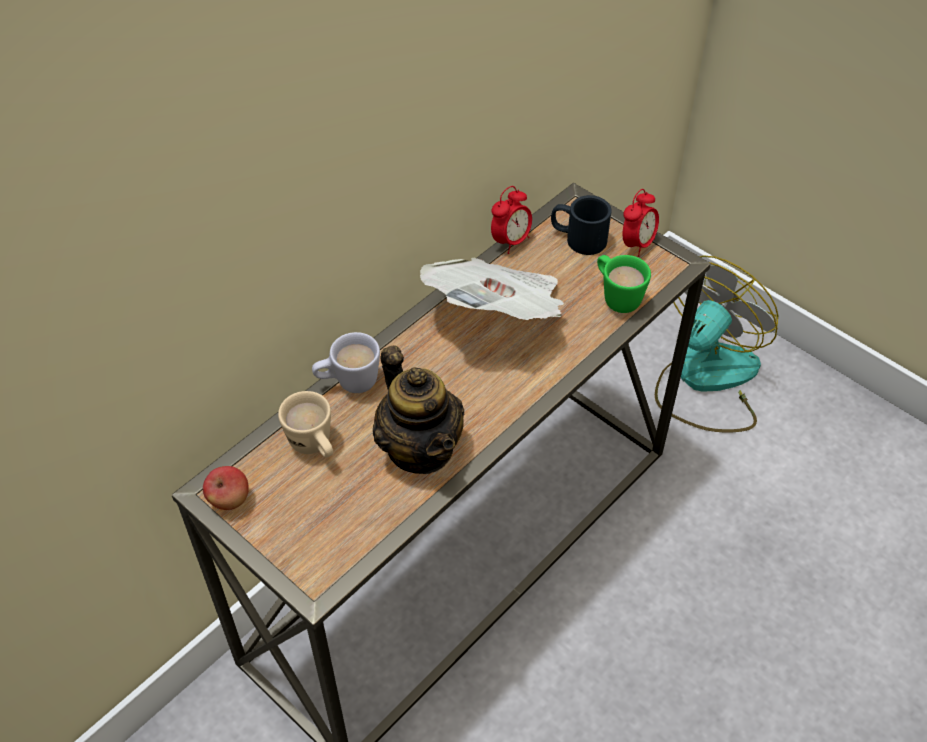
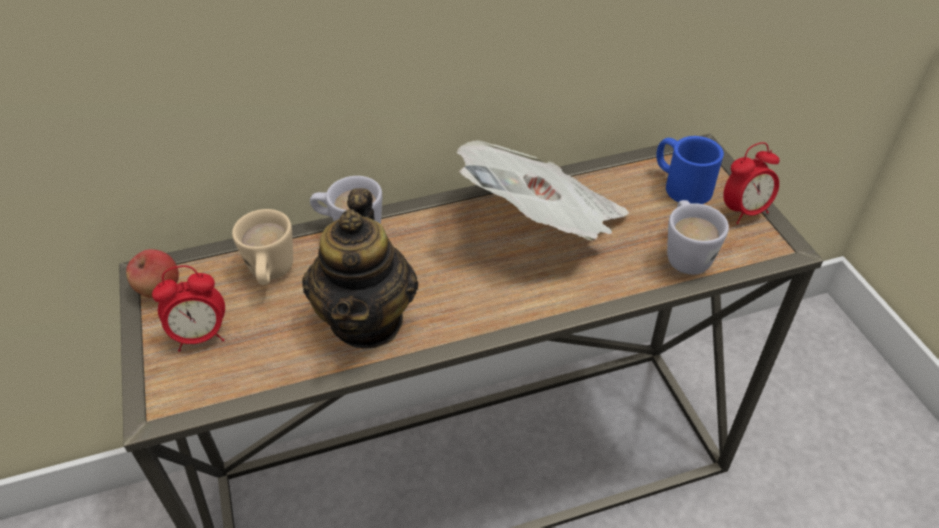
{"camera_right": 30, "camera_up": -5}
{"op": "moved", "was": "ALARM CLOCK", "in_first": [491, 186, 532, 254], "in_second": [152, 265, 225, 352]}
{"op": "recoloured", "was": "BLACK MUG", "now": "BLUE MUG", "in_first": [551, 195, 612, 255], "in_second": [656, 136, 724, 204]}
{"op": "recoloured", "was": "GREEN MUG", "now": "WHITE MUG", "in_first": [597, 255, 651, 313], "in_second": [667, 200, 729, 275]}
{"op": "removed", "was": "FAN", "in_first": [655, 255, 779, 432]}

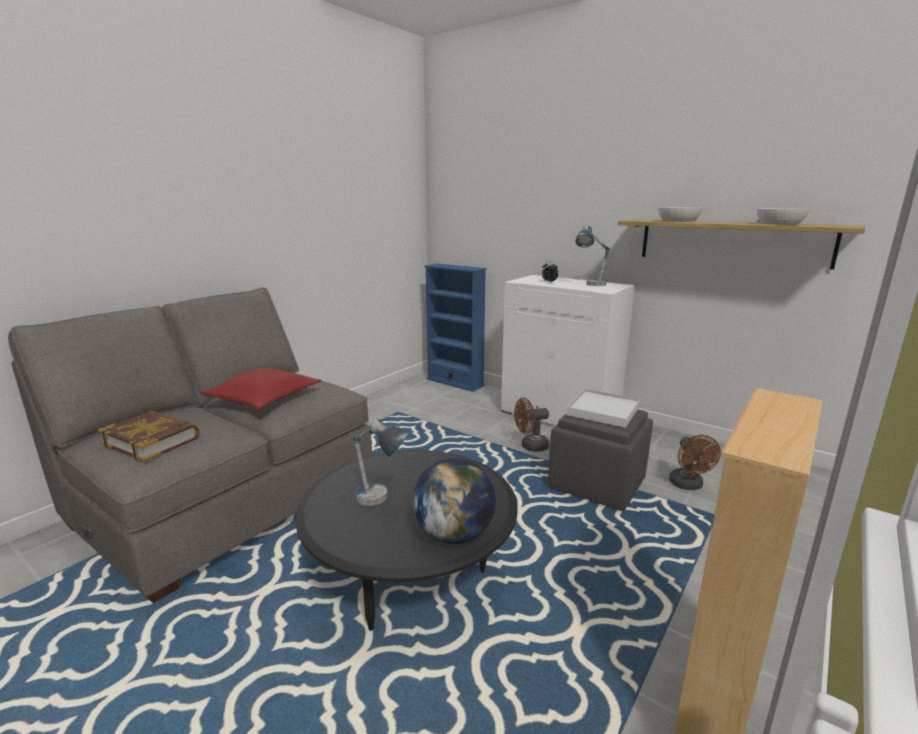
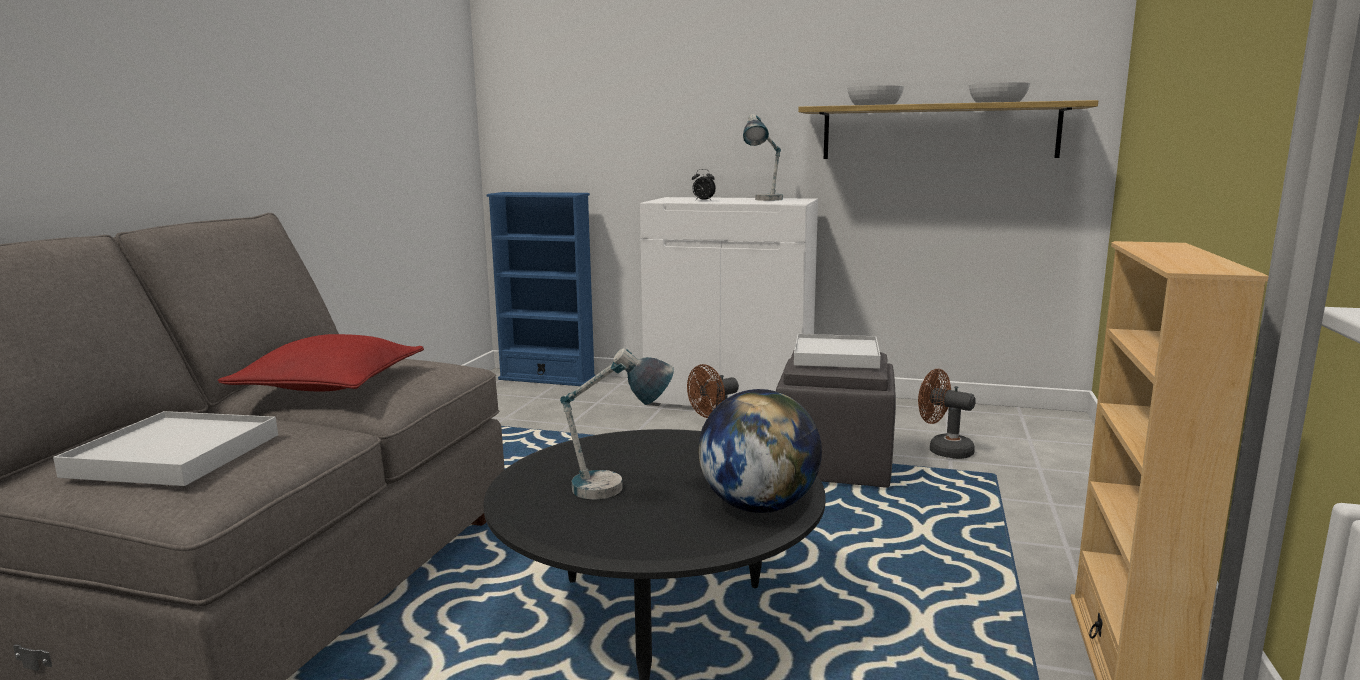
{"camera_right": -20, "camera_up": -5}
{"op": "replaced", "was": "BOOK", "now": "WHITE TRAY", "in_first": [97, 411, 200, 462], "in_second": [53, 411, 278, 486]}
{"op": "turned", "was": "BROWN FAN", "in_first": [669, 435, 721, 490], "in_second": [918, 369, 976, 459], "clockwise": 150}

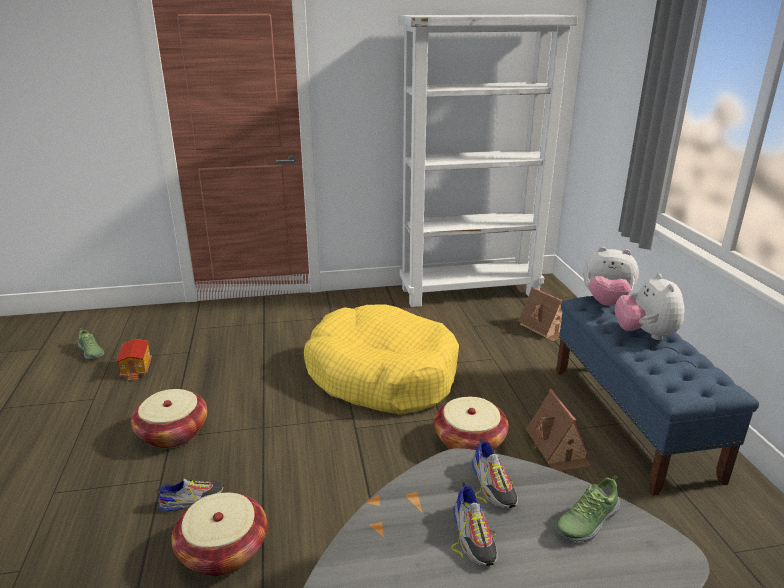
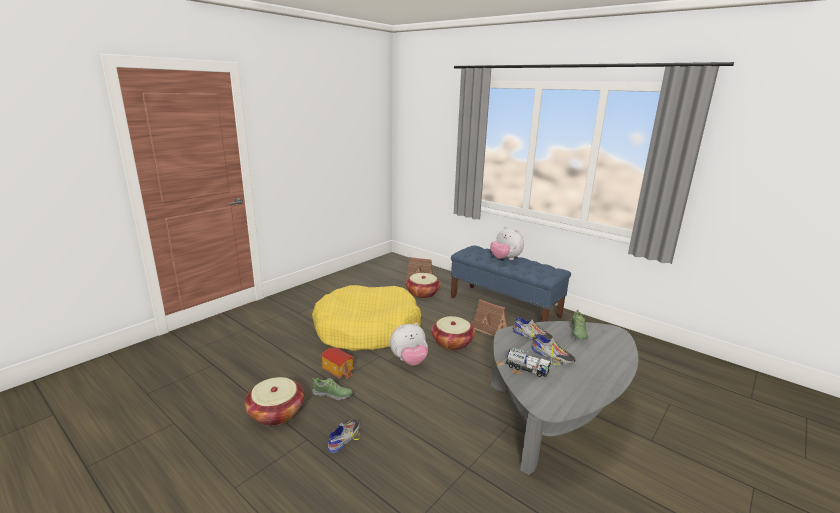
{"camera_right": -40, "camera_up": -5}
{"op": "moved", "was": "SHOE", "in_first": [78, 328, 104, 359], "in_second": [312, 378, 353, 400]}
{"op": "moved", "was": "TOY HOUSE", "in_first": [116, 339, 152, 380], "in_second": [321, 347, 355, 379]}
{"op": "moved", "was": "PLUSH TOY", "in_first": [583, 247, 639, 306], "in_second": [390, 323, 428, 366]}
{"op": "moved", "was": "BASKET", "in_first": [172, 493, 267, 576], "in_second": [406, 273, 441, 298]}
{"op": "added", "now": "TOY TRUCK", "in_second": [505, 348, 551, 377]}
{"op": "removed", "was": "WHITE BOOKCASE", "in_first": [399, 15, 578, 307]}

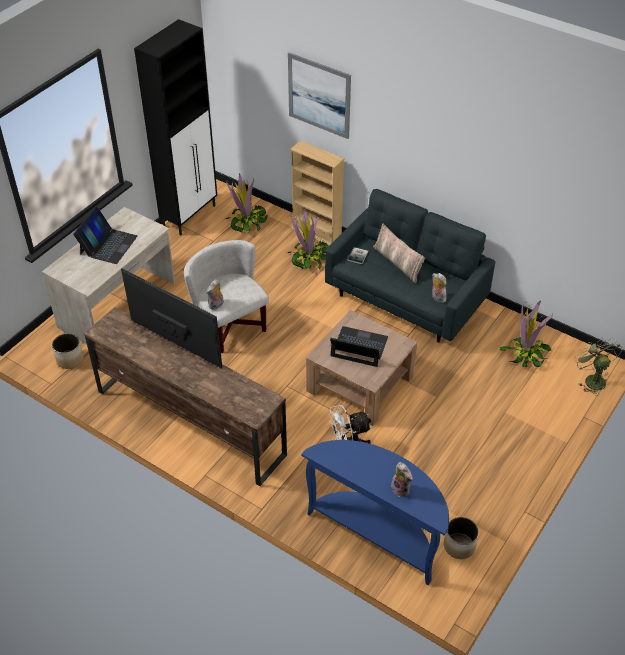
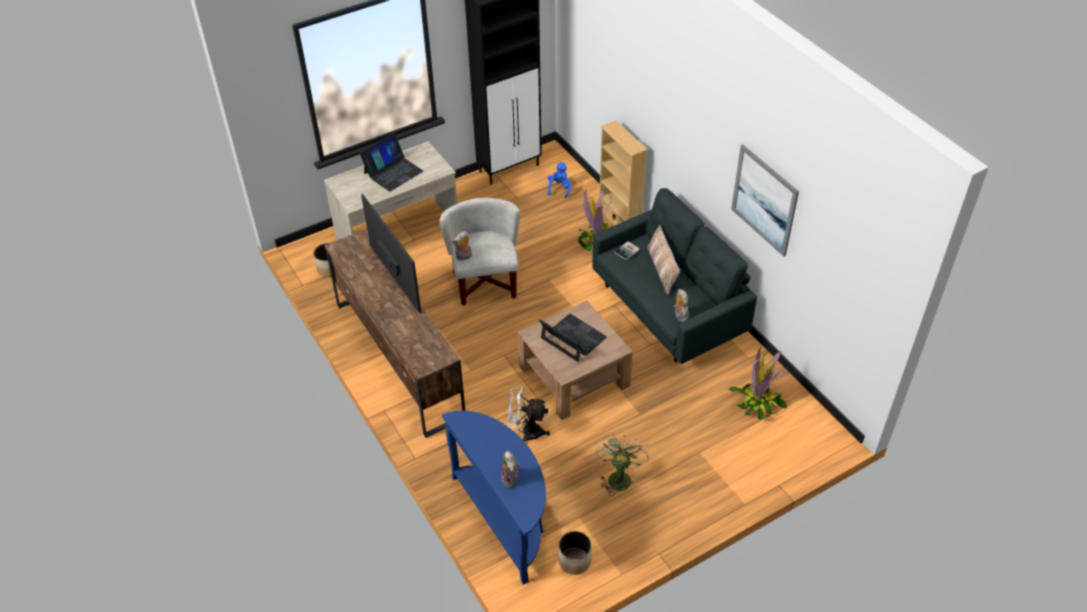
{"camera_right": 25, "camera_up": 0}
{"op": "replaced", "was": "POTTED PLANT", "now": "BLUE PLUSH TOY", "in_first": [226, 173, 268, 232], "in_second": [548, 162, 571, 198]}
{"op": "moved", "was": "GREEN FAN", "in_first": [574, 337, 622, 396], "in_second": [596, 434, 648, 496]}
{"op": "moved", "was": "PICTURE", "in_first": [288, 52, 351, 139], "in_second": [731, 144, 799, 257]}

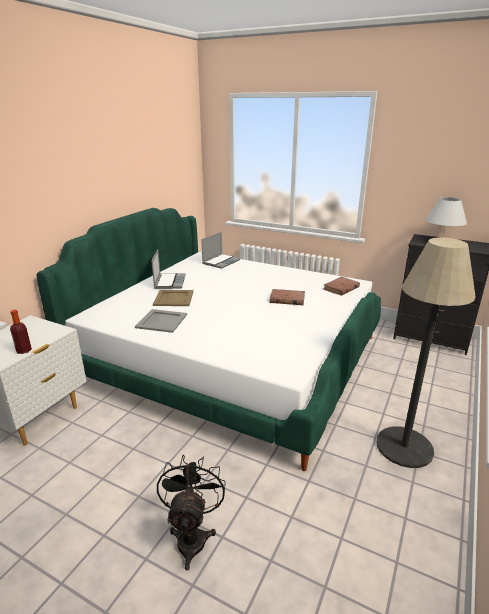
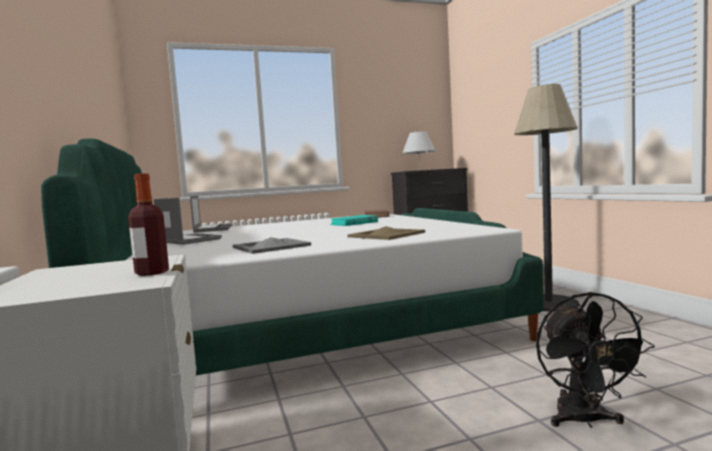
{"camera_right": -45, "camera_up": -20}
{"op": "recoloured", "was": "BROWN BOOK", "now": "TURQUOISE BOOK", "in_first": [270, 289, 305, 305], "in_second": [330, 215, 378, 226]}
{"op": "moved", "was": "BEIGE TRAY", "in_first": [153, 290, 193, 306], "in_second": [347, 226, 425, 240]}
{"op": "turned", "was": "BLACK FAN", "in_first": [157, 455, 226, 571], "in_second": [536, 292, 655, 428], "clockwise": -135}

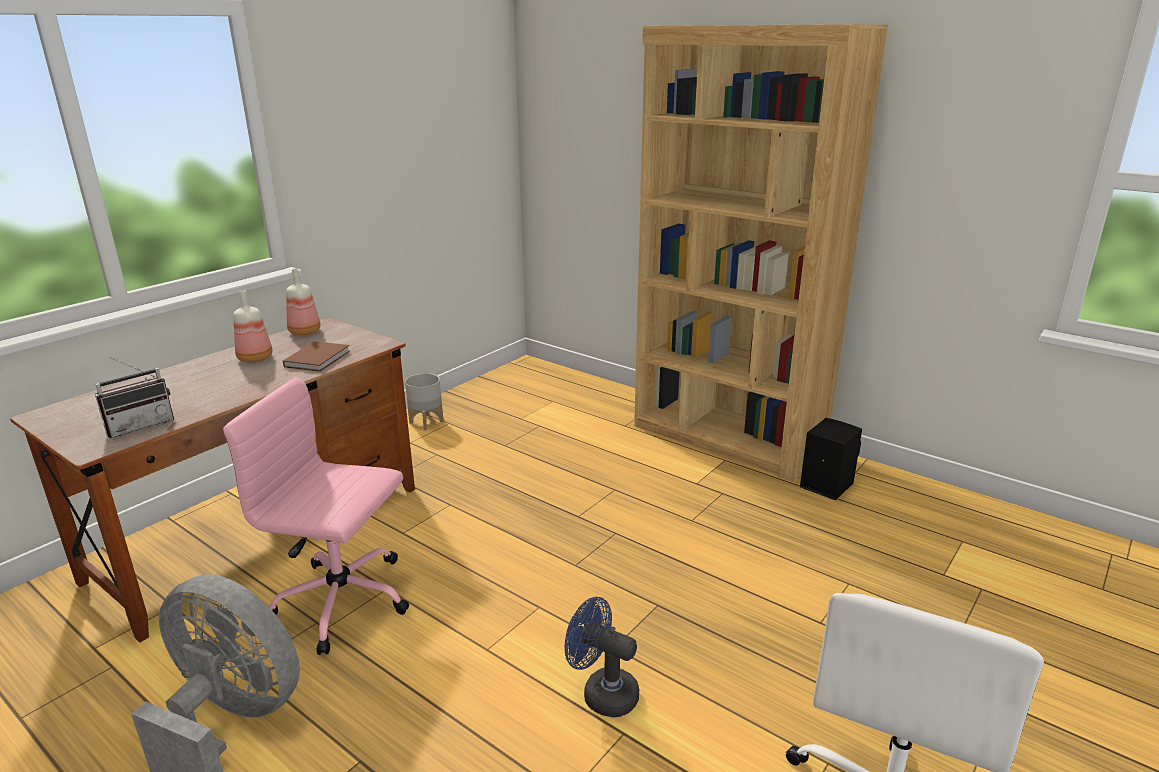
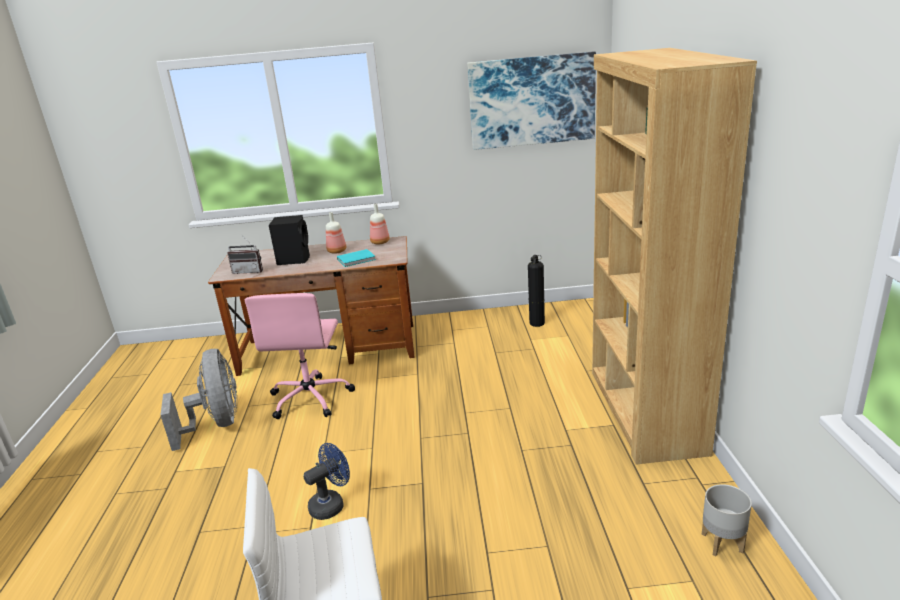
{"camera_right": 50, "camera_up": 0}
{"op": "turned", "was": "PINK OFFICE CHAIR", "in_first": [223, 377, 409, 655], "in_second": [245, 293, 355, 419], "clockwise": -150}
{"op": "moved", "was": "BLACK SPEAKER", "in_first": [800, 418, 862, 500], "in_second": [269, 215, 310, 265]}
{"op": "turned", "was": "BLUE FAN", "in_first": [564, 597, 639, 717], "in_second": [303, 443, 350, 520], "clockwise": 60}
{"op": "recoloured", "was": "BROWN BOOK", "now": "TURQUOISE BOOK", "in_first": [283, 341, 350, 372], "in_second": [337, 249, 376, 267]}
{"op": "added", "now": "PICTURE", "in_second": [467, 51, 596, 150]}
{"op": "added", "now": "FIRE EXTINGUISHER", "in_second": [528, 255, 545, 327]}
{"op": "moved", "was": "GREY PLANTER", "in_first": [405, 373, 443, 430], "in_second": [702, 484, 752, 556]}

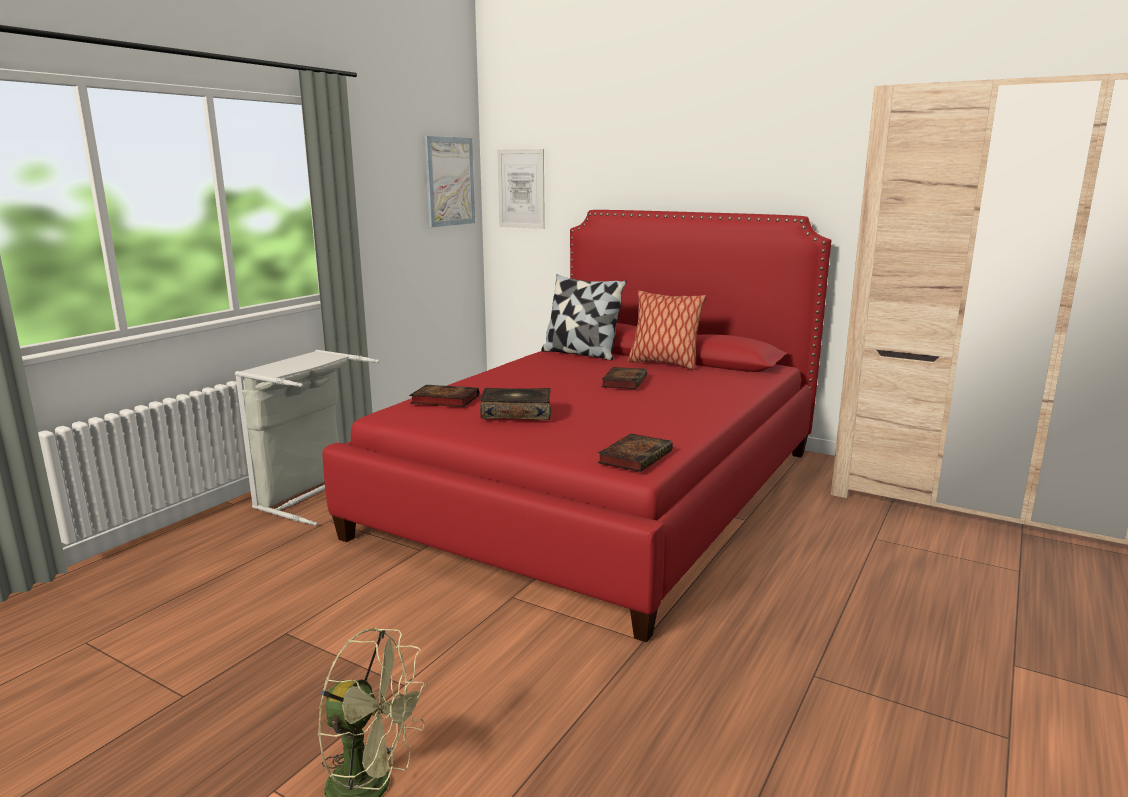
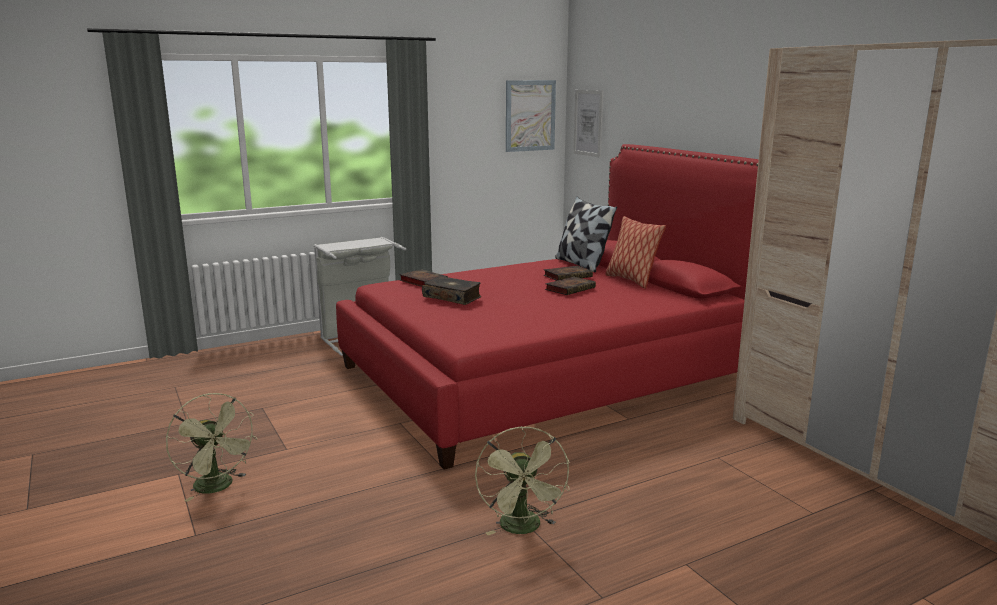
{"camera_right": 30, "camera_up": 0}
{"op": "added", "now": "GREEN FAN", "in_second": [475, 426, 570, 535]}
{"op": "moved", "was": "BOOK", "in_first": [597, 434, 673, 472], "in_second": [543, 266, 593, 281]}

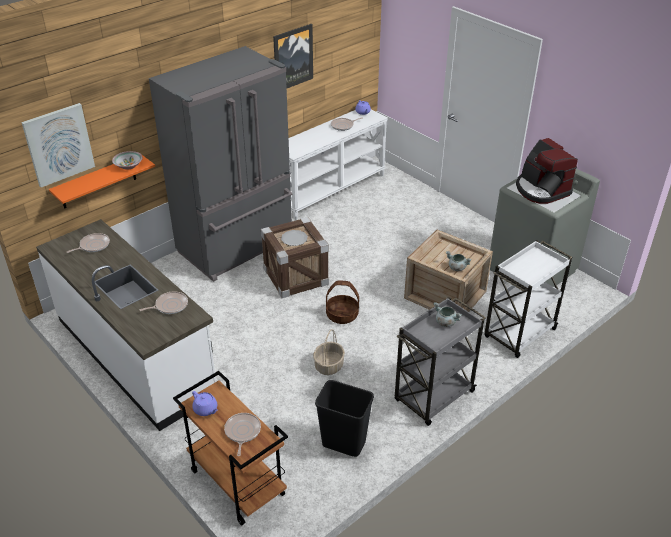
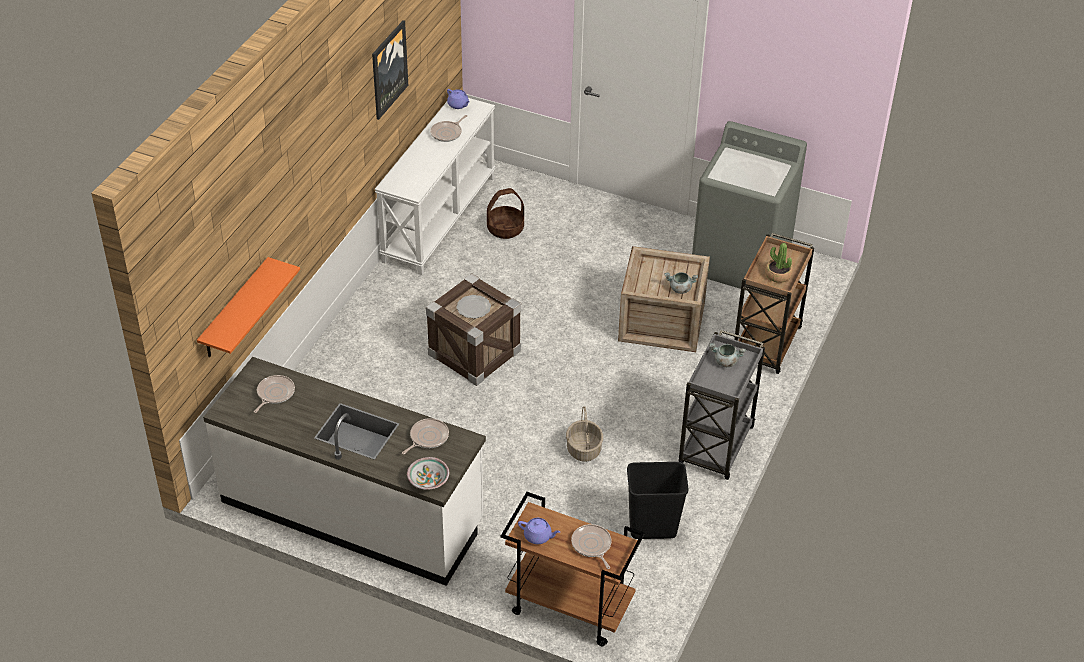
{"camera_right": -25, "camera_up": 5}
{"op": "moved", "was": "BOWL", "in_first": [112, 151, 143, 170], "in_second": [407, 457, 449, 490]}
{"op": "moved", "was": "BASKET", "in_first": [326, 280, 359, 324], "in_second": [487, 188, 524, 239]}
{"op": "recoloured", "was": "WHITE CART", "now": "BROWN CART", "in_first": [484, 240, 572, 358], "in_second": [734, 233, 814, 374]}
{"op": "added", "now": "POTTED PLANT", "in_second": [765, 243, 793, 283]}
{"op": "removed", "was": "PICTURE", "in_first": [21, 103, 95, 187]}
{"op": "removed", "was": "GREY FRIDGE", "in_first": [149, 46, 292, 282]}
{"op": "removed", "was": "COFFEE MACHINE", "in_first": [516, 138, 578, 204]}

